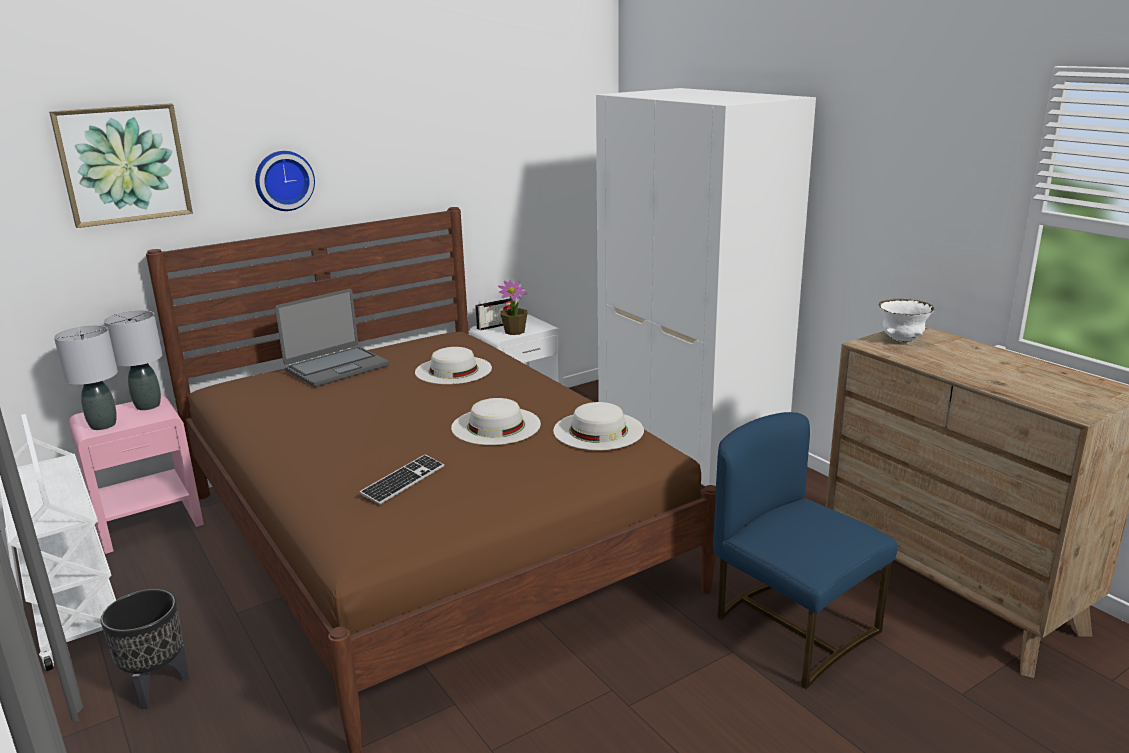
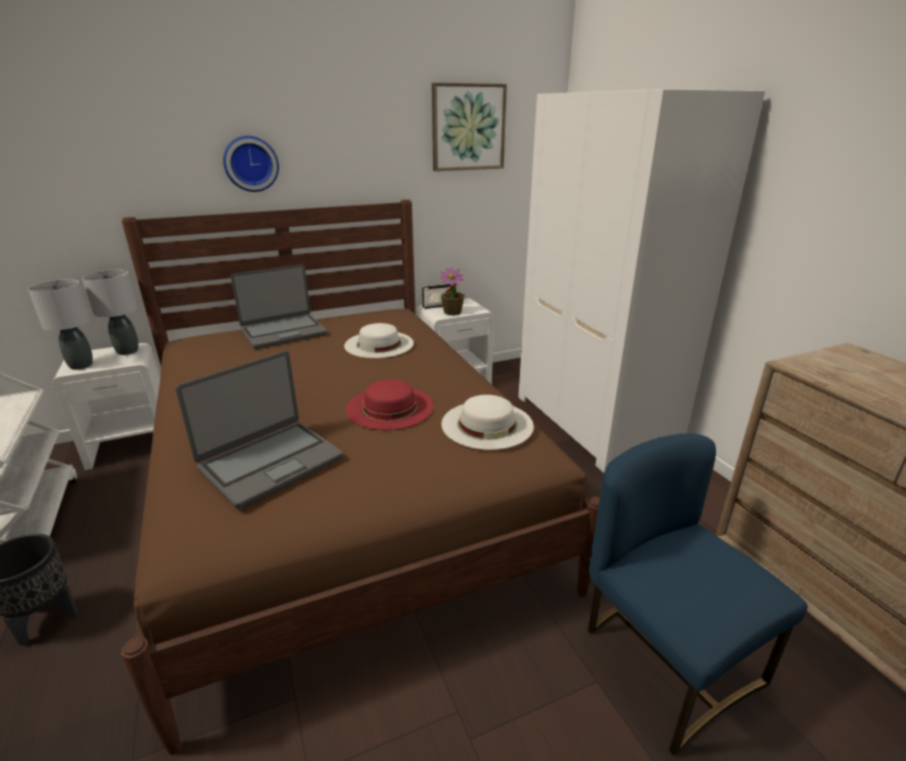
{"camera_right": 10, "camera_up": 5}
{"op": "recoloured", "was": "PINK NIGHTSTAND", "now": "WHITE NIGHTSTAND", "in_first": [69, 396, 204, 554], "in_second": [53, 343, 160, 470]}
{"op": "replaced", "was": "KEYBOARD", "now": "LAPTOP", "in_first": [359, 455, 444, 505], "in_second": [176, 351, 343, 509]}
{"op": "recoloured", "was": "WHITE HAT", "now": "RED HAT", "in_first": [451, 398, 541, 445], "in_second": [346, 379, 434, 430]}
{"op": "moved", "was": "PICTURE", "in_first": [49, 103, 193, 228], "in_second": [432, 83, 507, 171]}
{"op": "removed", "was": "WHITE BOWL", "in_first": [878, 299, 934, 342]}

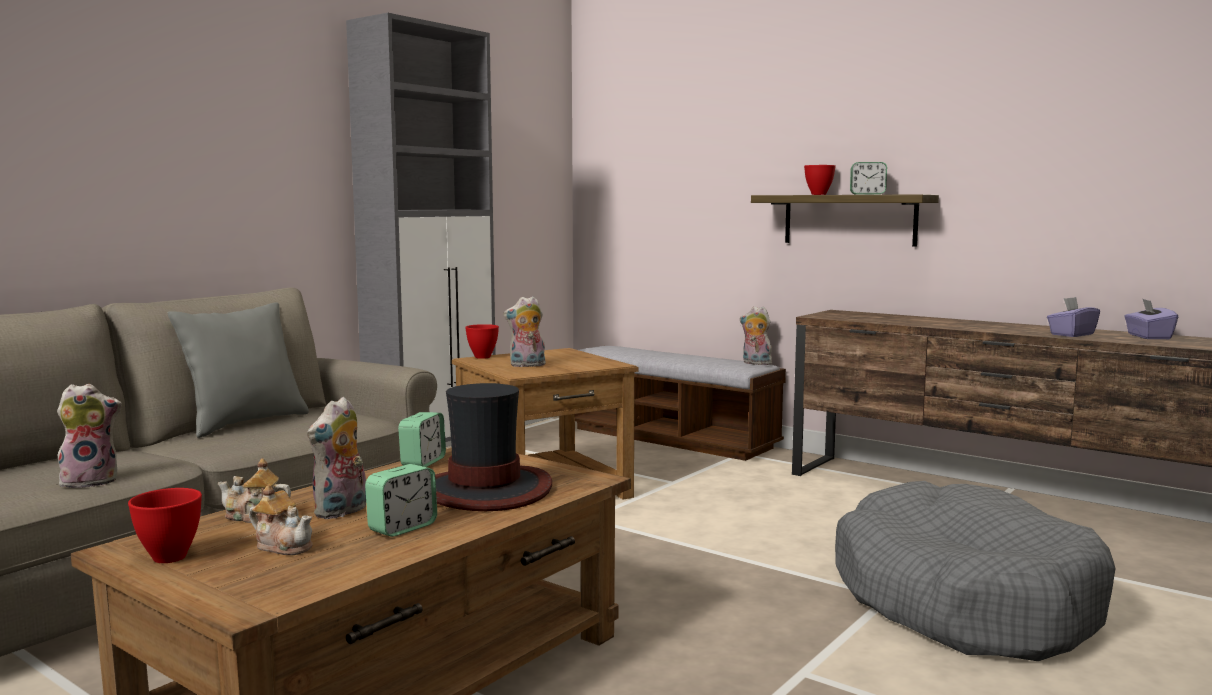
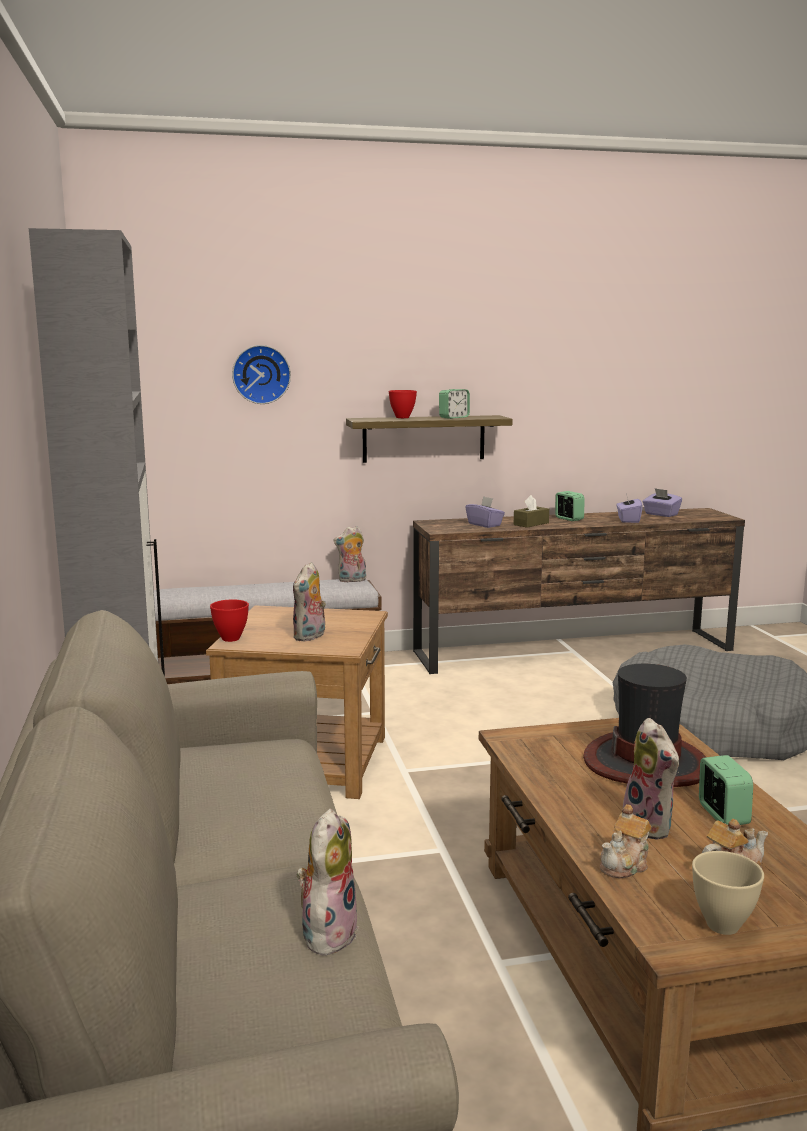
{"camera_right": -50, "camera_up": 5}
{"op": "added", "now": "WALL CLOCK", "in_second": [232, 345, 291, 404]}
{"op": "added", "now": "PURPLE TISSUE BOX", "in_second": [466, 496, 505, 528]}
{"op": "added", "now": "BROWN TISSUE BOX", "in_second": [514, 495, 549, 528]}
{"op": "moved", "was": "ALARM CLOCK", "in_first": [398, 412, 446, 467], "in_second": [555, 491, 584, 521]}
{"op": "recoloured", "was": "RED BOWL", "now": "BEIGE BOWL", "in_first": [128, 488, 202, 563], "in_second": [692, 851, 764, 935]}
{"op": "removed", "was": "GREY PILLOW", "in_first": [168, 302, 309, 438]}

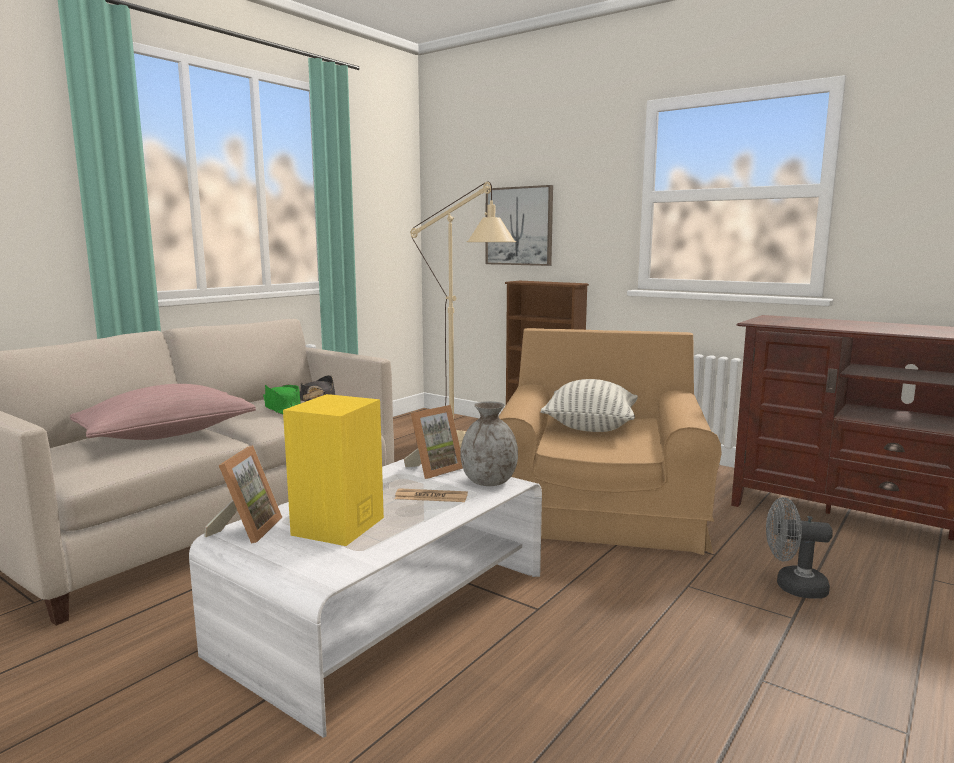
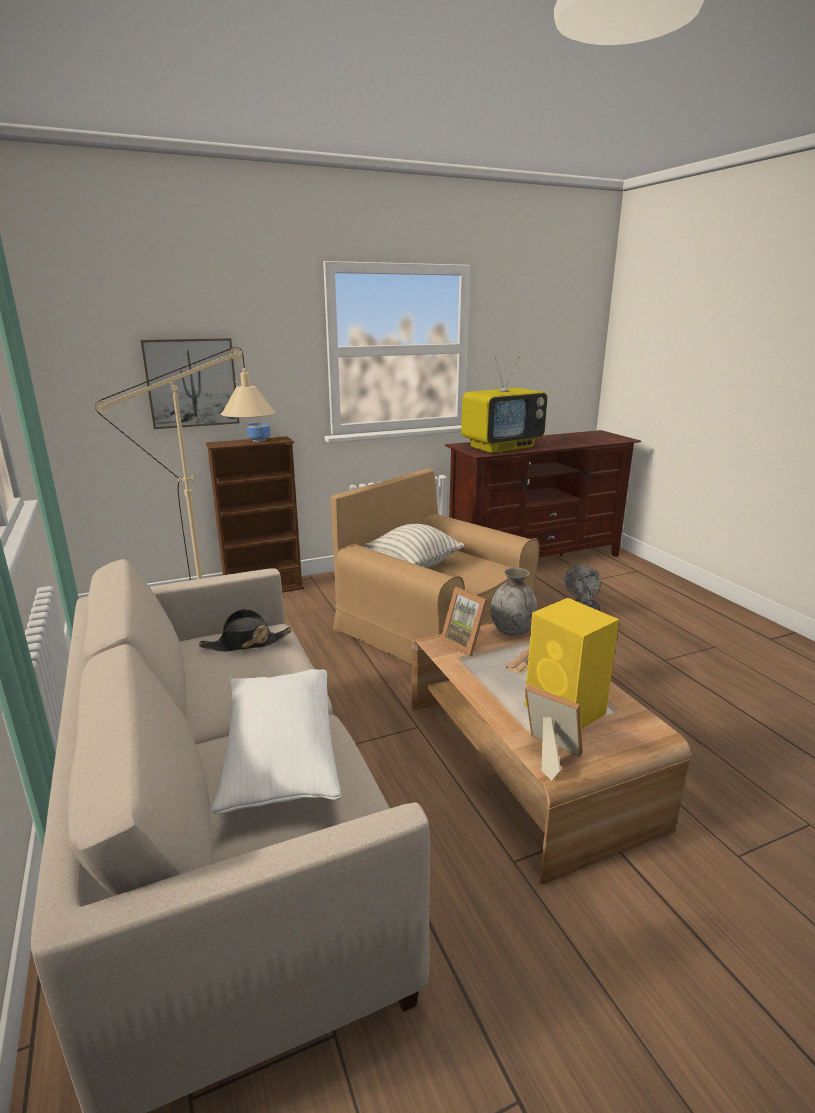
{"camera_right": -60, "camera_up": 10}
{"op": "recoloured", "was": "PINK PILLOW", "now": "WHITE PILLOW", "in_first": [70, 384, 256, 440], "in_second": [211, 669, 341, 814]}
{"op": "added", "now": "BOWL", "in_second": [247, 423, 271, 442]}
{"op": "recoloured", "was": "WHITE COFFEE TABLE", "now": "BROWN COFFEE TABLE", "in_first": [189, 459, 542, 738], "in_second": [412, 623, 690, 885]}
{"op": "turned", "was": "PICTURE FRAME", "in_first": [404, 405, 463, 479], "in_second": [440, 587, 488, 656], "clockwise": 150}
{"op": "added", "now": "TELEVISION", "in_second": [461, 357, 548, 453]}
{"op": "removed", "was": "GREEN HAT", "in_first": [263, 385, 301, 414]}

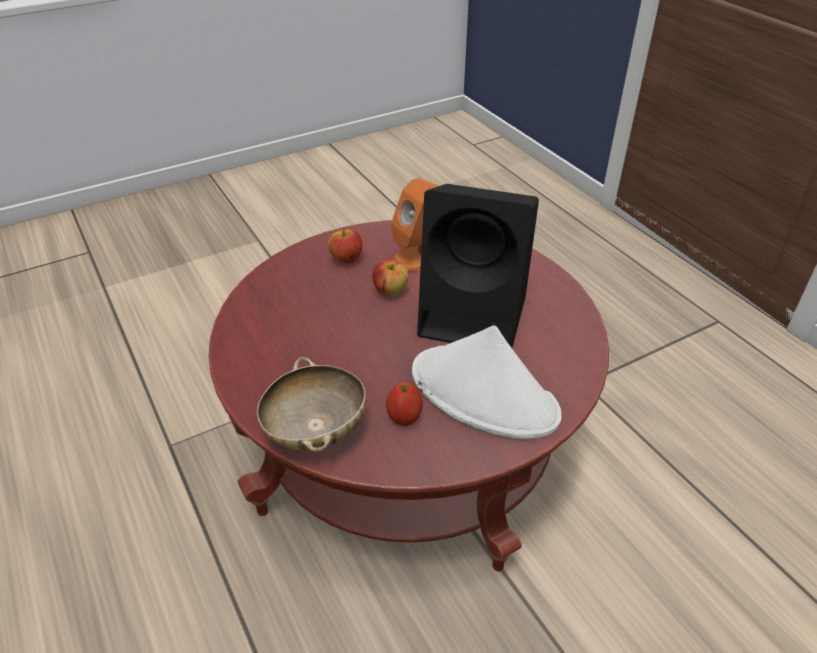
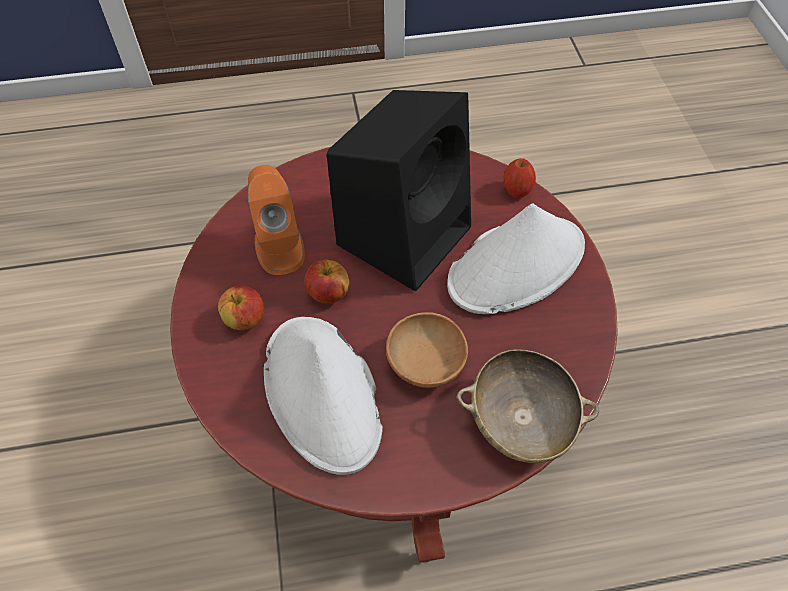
{"camera_right": -70, "camera_up": 15}
{"op": "added", "now": "WHITE HAT", "in_second": [264, 317, 383, 475]}
{"op": "added", "now": "BROWN BOWL", "in_second": [386, 312, 468, 388]}
{"op": "moved", "was": "APPLE", "in_first": [386, 382, 423, 426], "in_second": [503, 158, 536, 198]}

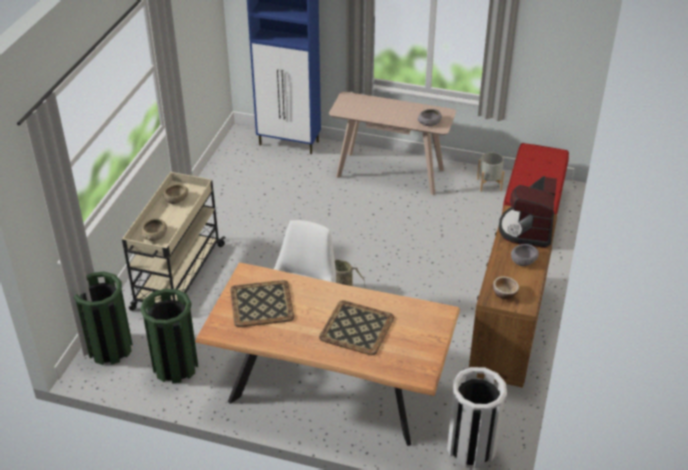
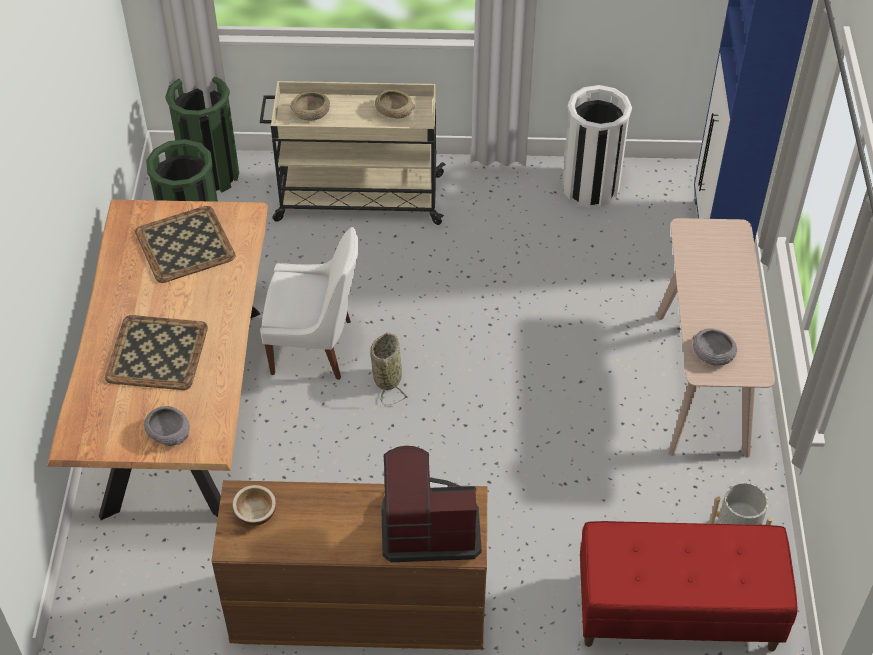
{"camera_right": 75, "camera_up": 10}
{"op": "moved", "was": "GREY BOWL", "in_first": [511, 244, 539, 266], "in_second": [144, 406, 190, 446]}
{"op": "moved", "was": "WHITE TRASH CAN", "in_first": [447, 367, 507, 468], "in_second": [562, 85, 632, 208]}

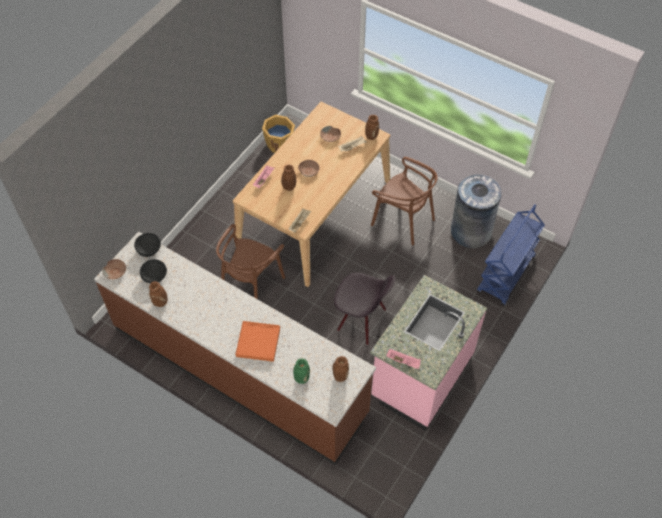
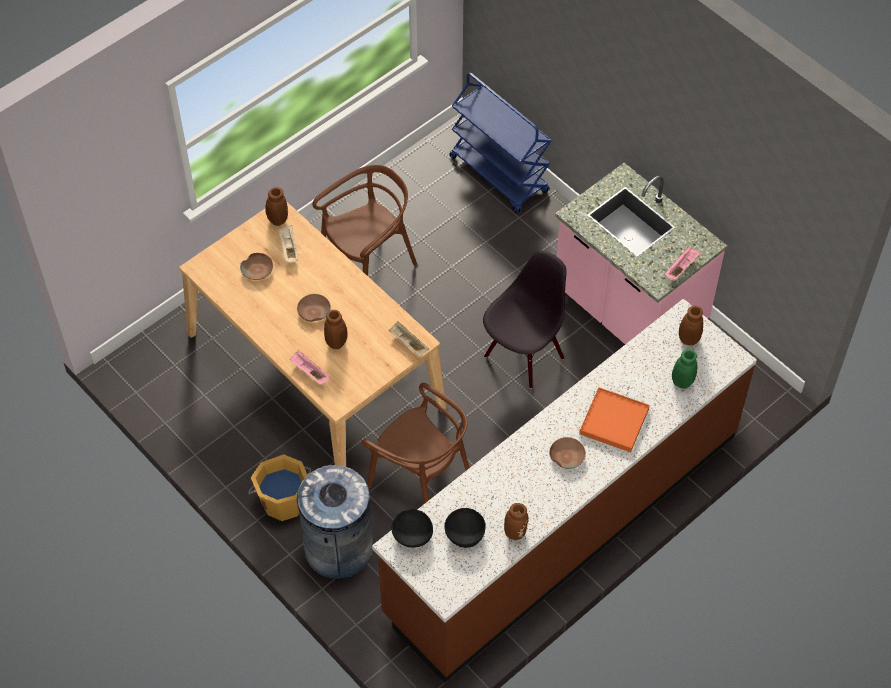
{"camera_right": -75, "camera_up": 0}
{"op": "moved", "was": "ORANGE BUCKET", "in_first": [262, 114, 295, 153], "in_second": [248, 454, 311, 521]}
{"op": "moved", "was": "GREY TRASH CAN", "in_first": [451, 174, 502, 248], "in_second": [294, 465, 373, 579]}
{"op": "moved", "was": "BROWN BOWL", "in_first": [102, 259, 126, 279], "in_second": [549, 437, 586, 469]}

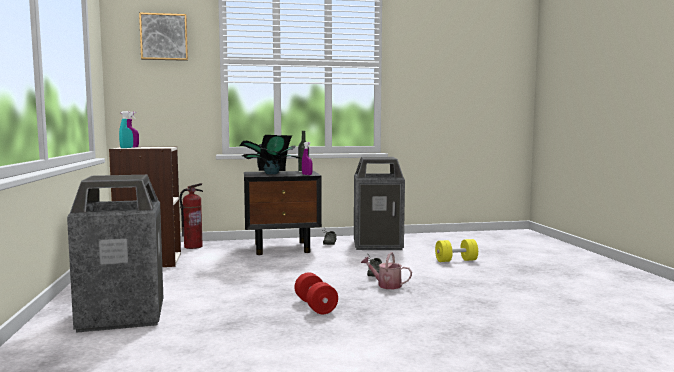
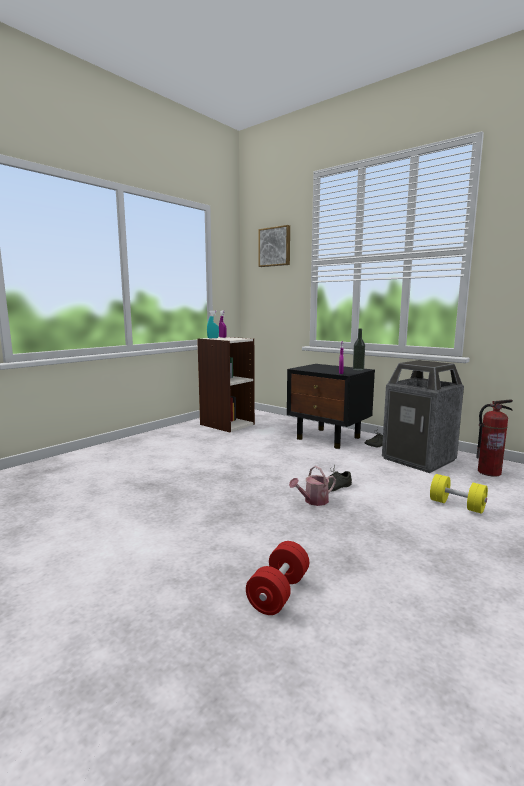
{"camera_right": 50, "camera_up": 5}
{"op": "moved", "was": "RED DUMBBELL", "in_first": [294, 272, 338, 314], "in_second": [246, 541, 309, 615]}
{"op": "turned", "was": "WATERING CAN", "in_first": [361, 252, 412, 289], "in_second": [289, 466, 336, 506], "clockwise": -105}
{"op": "moved", "was": "FIRE EXTINGUISHER", "in_first": [179, 183, 203, 249], "in_second": [476, 399, 513, 477]}
{"op": "removed", "was": "TRASH CAN", "in_first": [67, 175, 163, 333]}
{"op": "removed", "was": "POTTED PLANT", "in_first": [239, 135, 301, 174]}

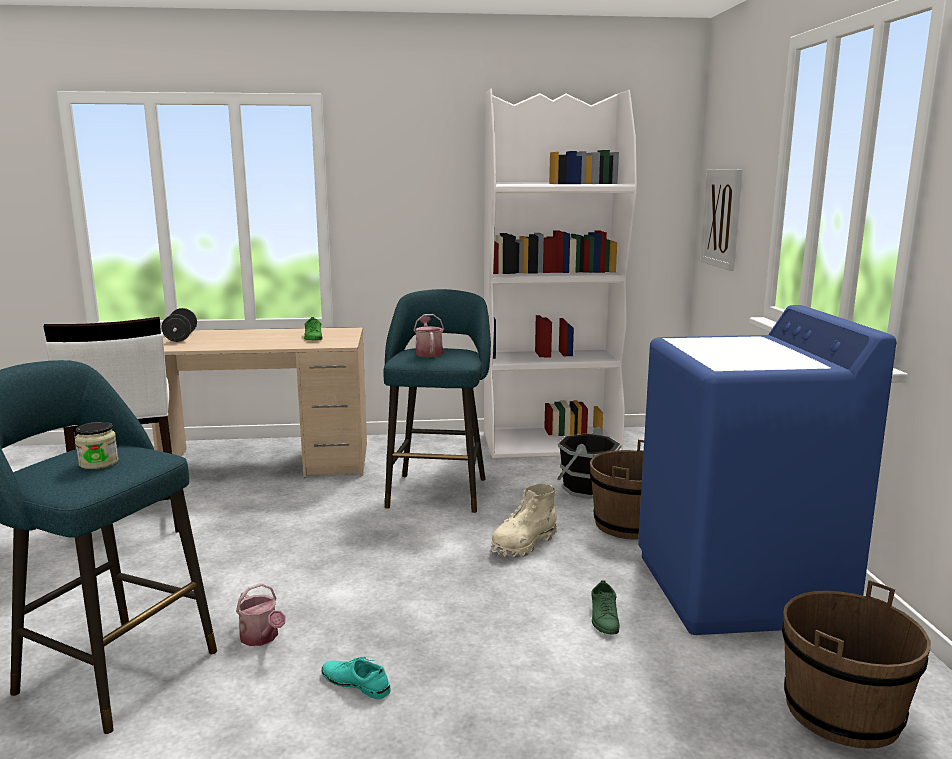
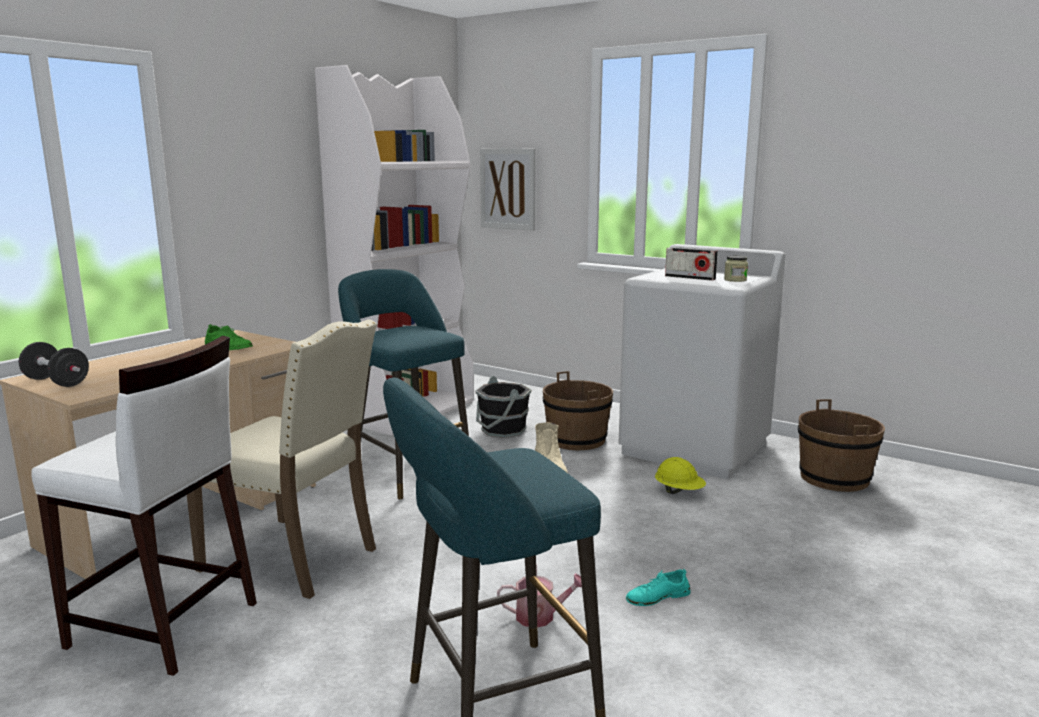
{"camera_right": -50, "camera_up": 0}
{"op": "added", "now": "BEIGE CHAIR", "in_second": [187, 319, 377, 599]}
{"op": "recoloured", "was": "BLUE WASHING MACHINE", "now": "WHITE WASHING MACHINE", "in_first": [638, 305, 896, 635], "in_second": [619, 244, 786, 479]}
{"op": "replaced", "was": "GREEN SHOE", "now": "YELLOW HARD HAT", "in_first": [591, 580, 620, 634], "in_second": [655, 457, 706, 494]}
{"op": "added", "now": "RADIO", "in_second": [665, 247, 718, 281]}
{"op": "moved", "was": "JAR", "in_first": [75, 422, 119, 469], "in_second": [724, 256, 748, 282]}
{"op": "removed", "was": "WATERING CAN", "in_first": [414, 314, 444, 357]}

